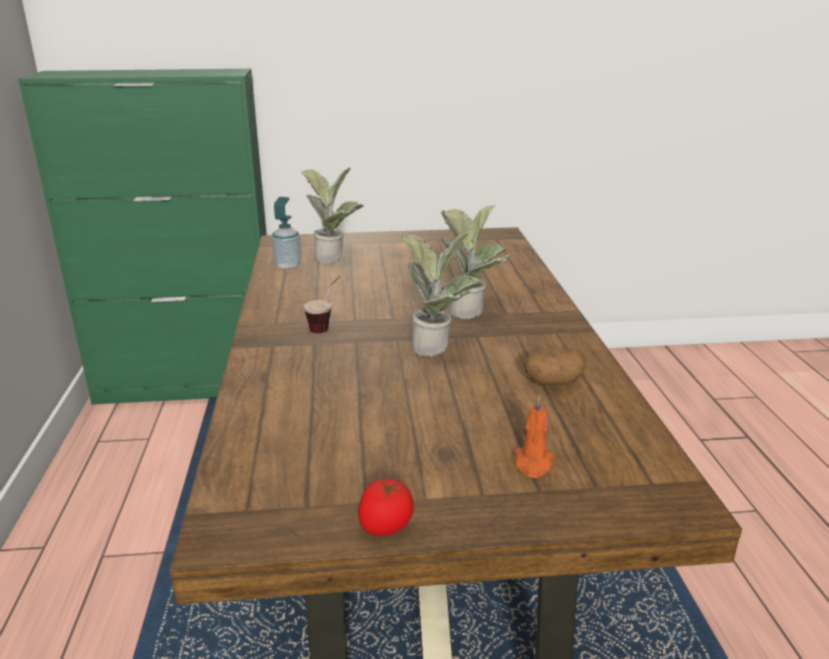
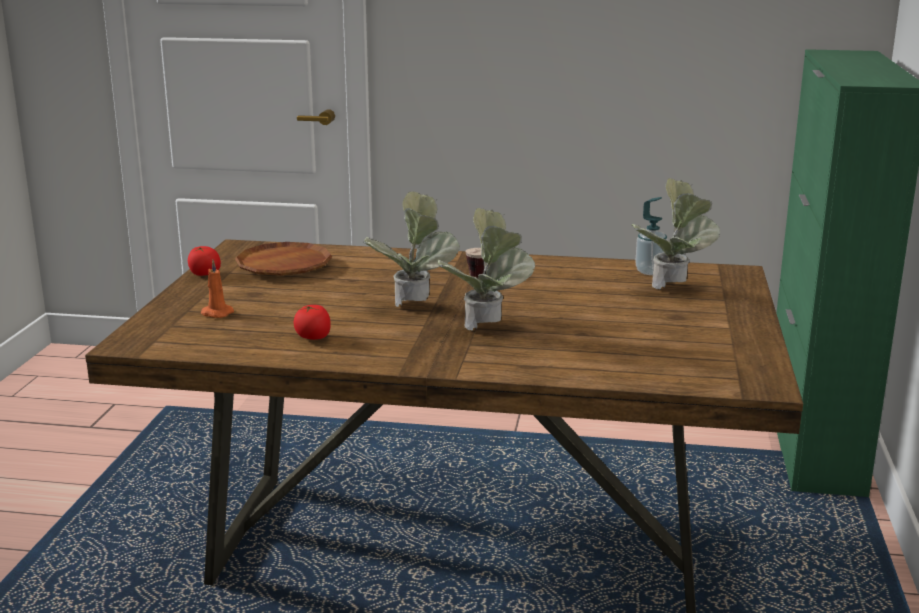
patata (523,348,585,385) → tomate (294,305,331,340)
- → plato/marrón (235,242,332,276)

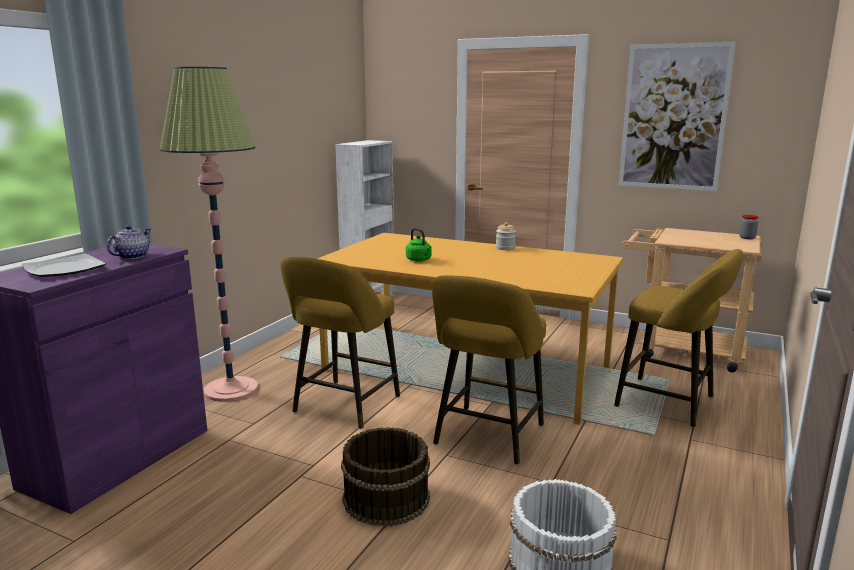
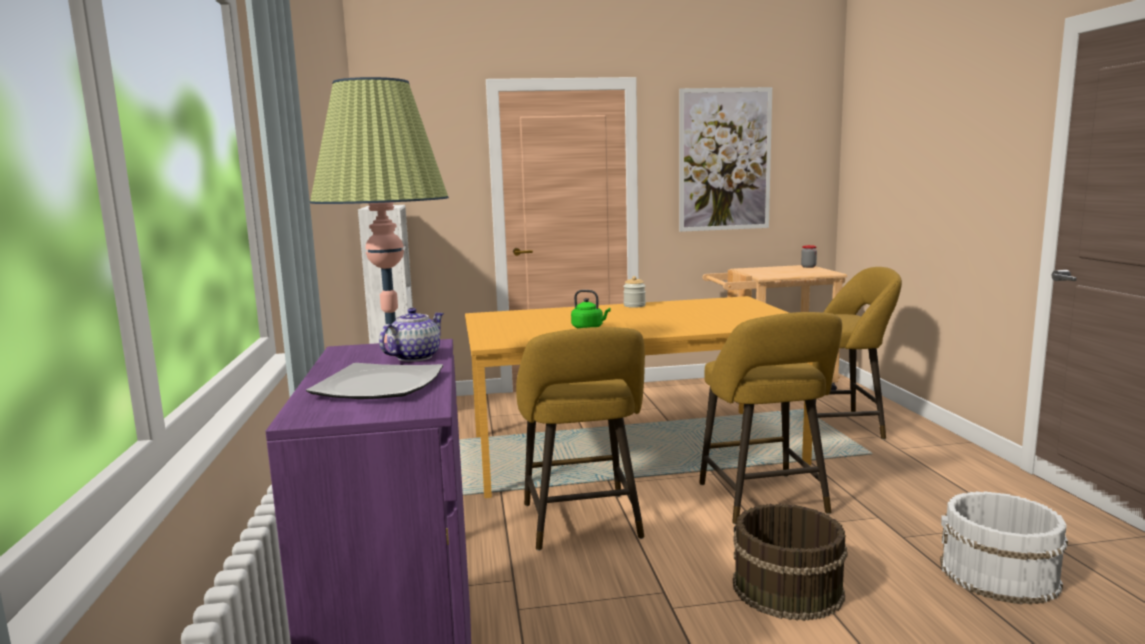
tetera (107,225,152,259) → tetera (379,308,444,362), 45 degrees clockwise

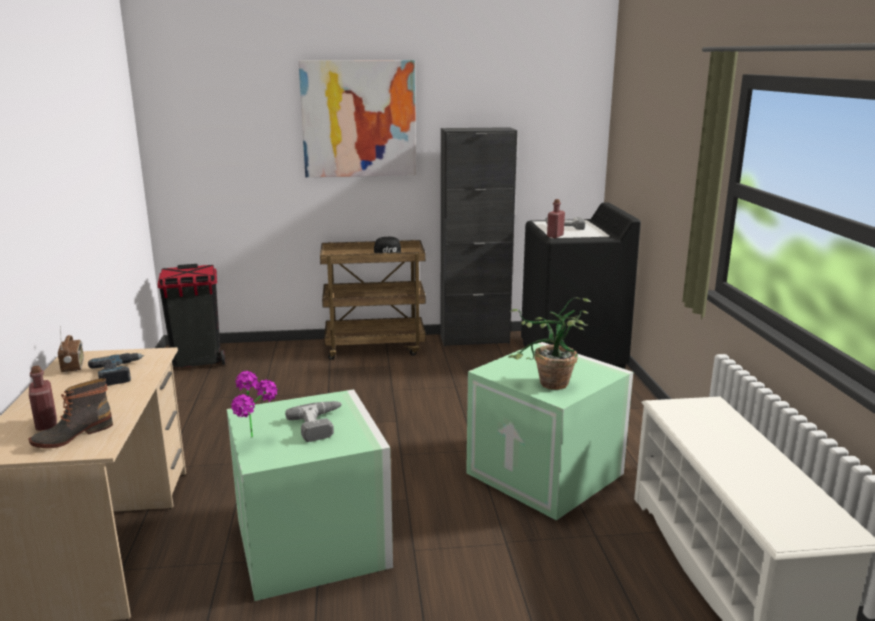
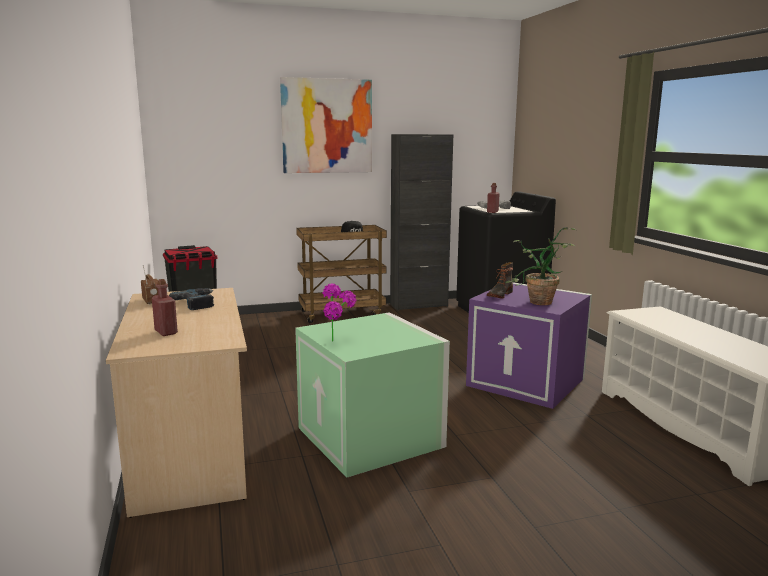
bota (29,378,113,448) → bota (487,262,513,299), moved
taladro (285,401,342,442) → -
caja de almacenaje/verde (466,342,633,521) → caja de almacenaje/morado (466,282,592,409)

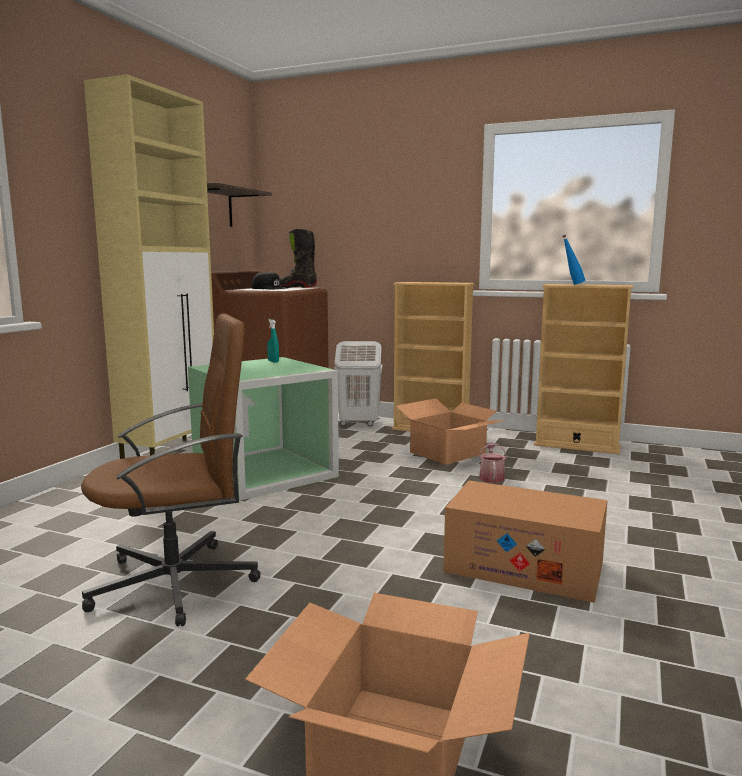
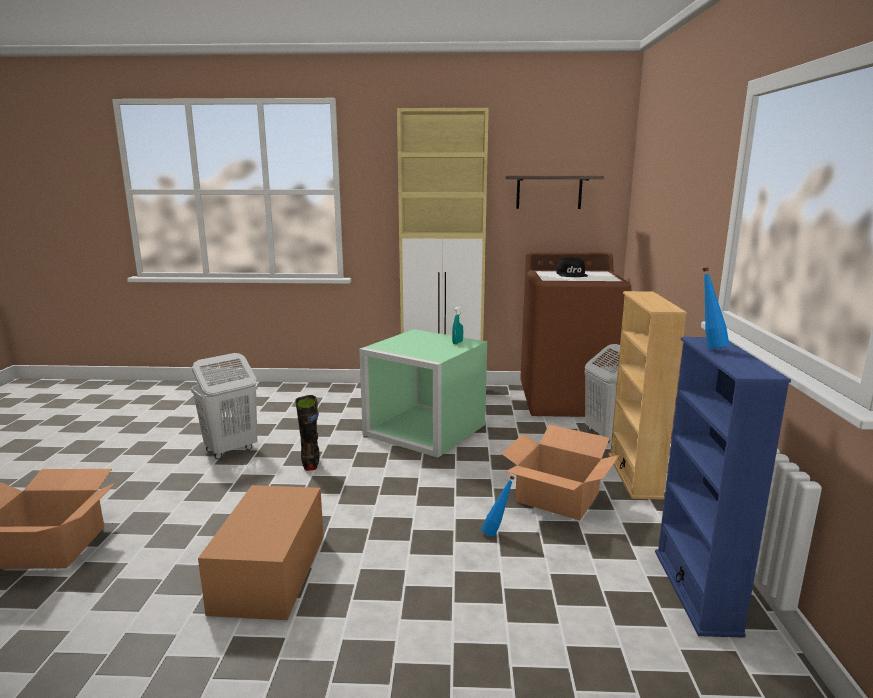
silla de oficina/marrón (81,314,261,626) → cesto de la ropa/blanco (191,353,258,459)
bota/negro (279,229,317,288) → bota/negro (295,395,320,471), moved
regadera (479,443,507,483) → botella/azul (481,475,515,536)
estantería/beis (534,284,633,454) → estantería/azul (655,337,791,638)

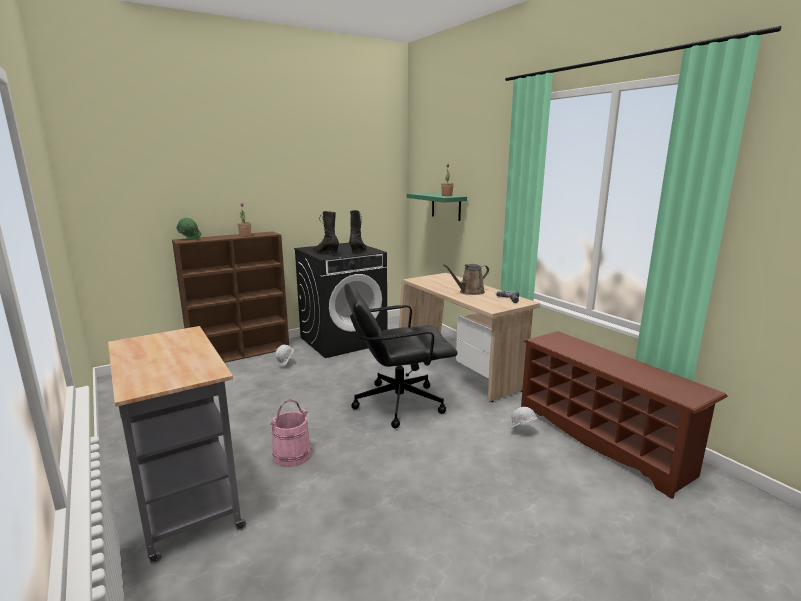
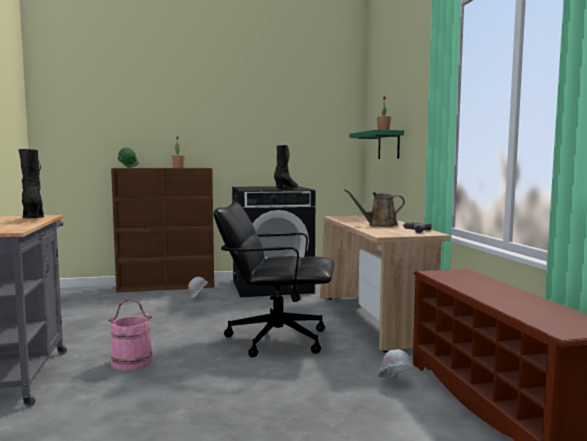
bota/negro (313,211,339,254) → bota/negro (19,149,44,219), moved

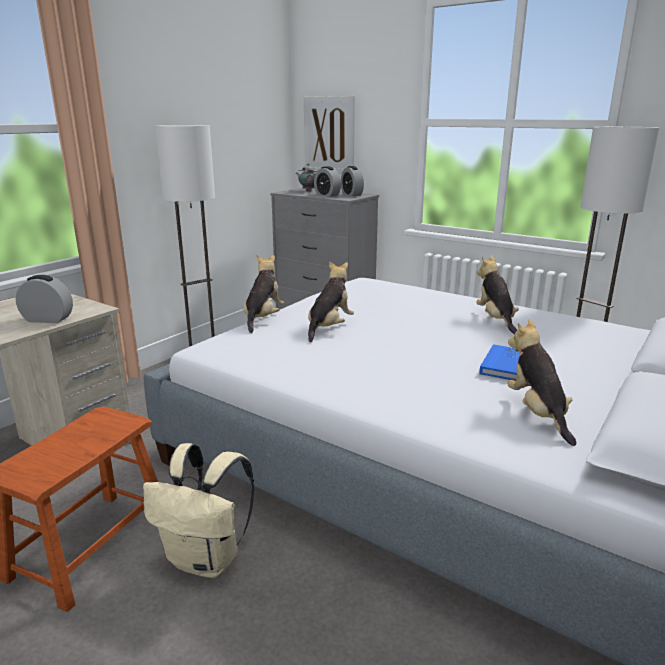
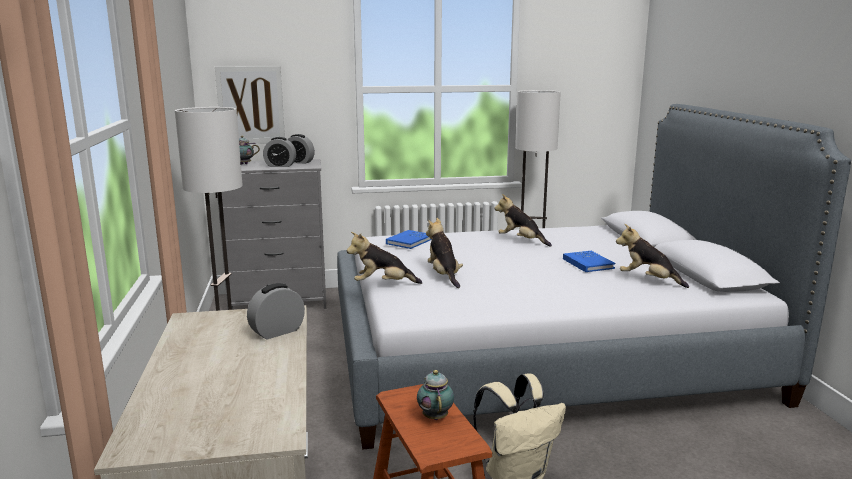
peluche (244,255,284,333) → peluche (347,232,422,284), 60 degrees counterclockwise
- → libro/azul (386,230,432,249)
- → tetera (417,370,454,420)

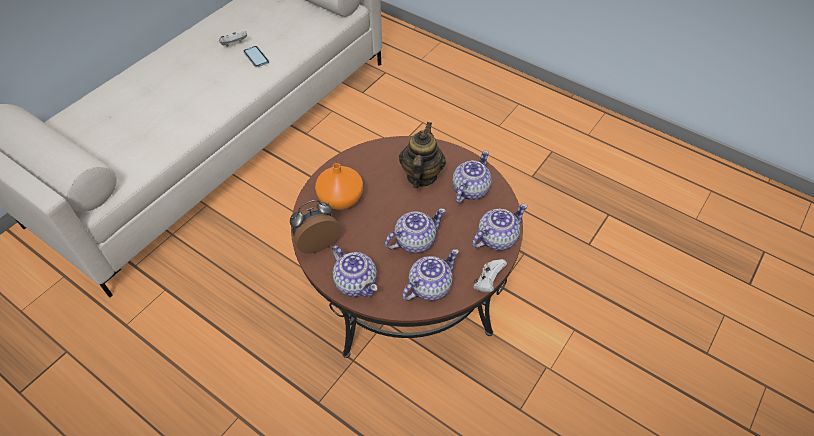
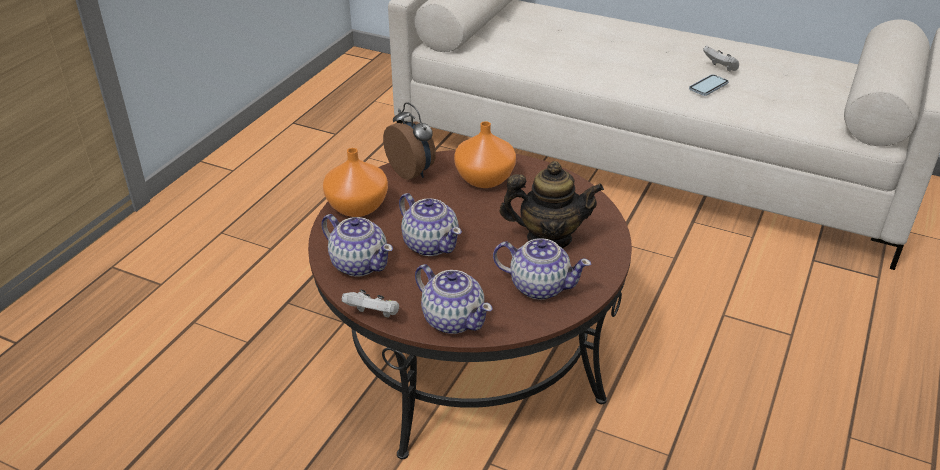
tetera (331,245,378,297) → florero/naranja (323,148,388,217)

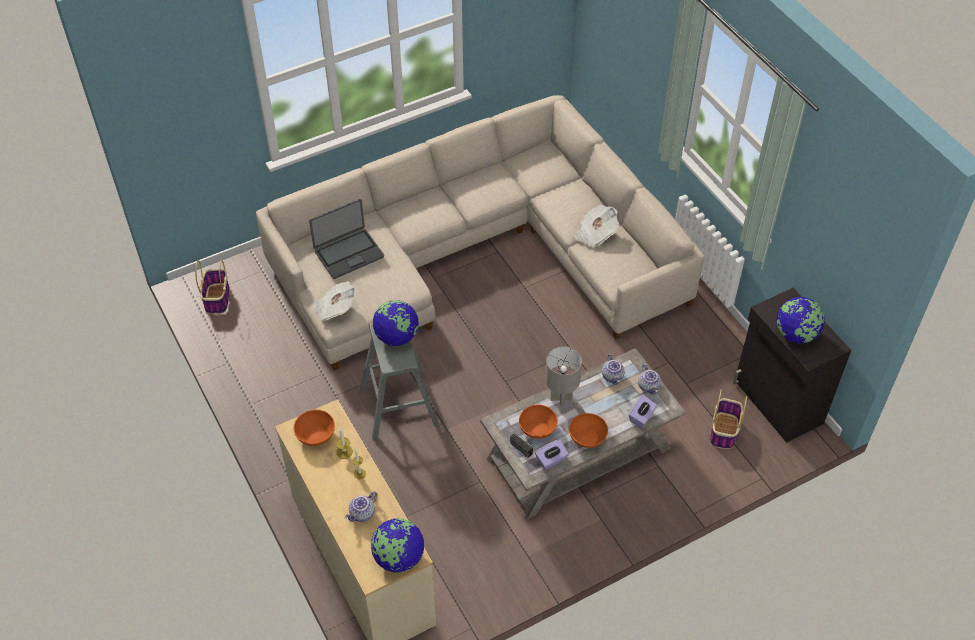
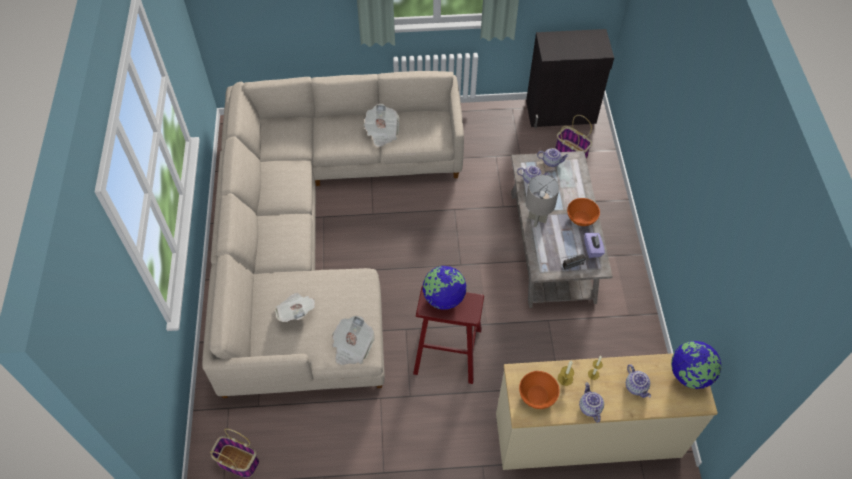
portátil (309,199,384,279) → periódico (275,292,315,322)
taburete/gris (360,322,439,441) → taburete/rojo (413,286,484,384)
cuenco/naranja (519,405,558,439) → -
caja de pañuelos/morado (629,395,657,428) → -
globo terráqueo (777,297,824,343) → -
- → tetera (579,382,604,423)

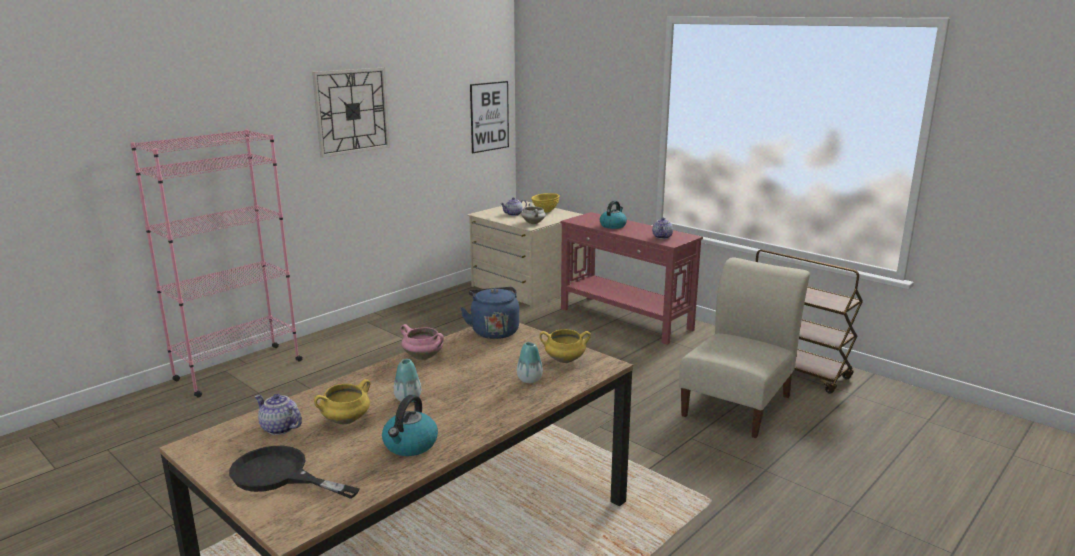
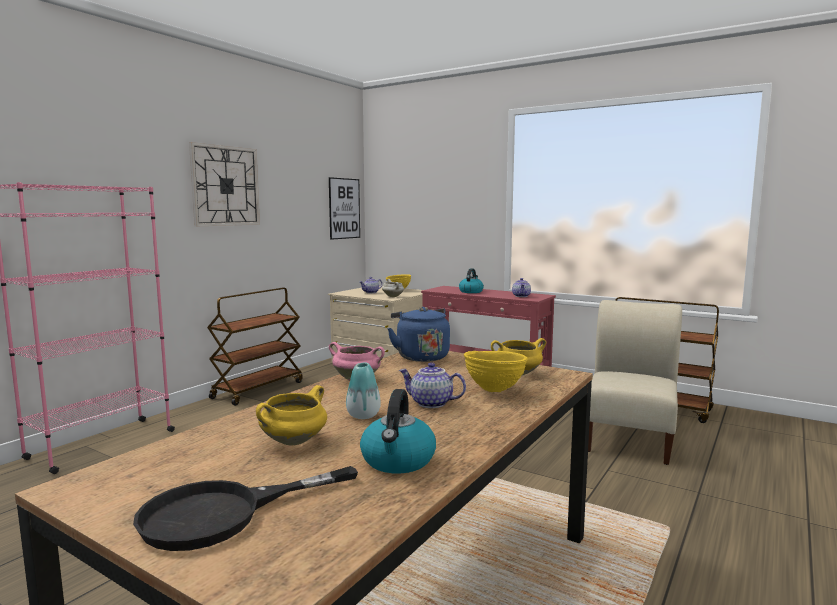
sartén/negro (229,446,360,499) → sartén/negro (133,466,358,551), 45 degrees counterclockwise
tetera (255,394,302,435) → tetera (399,363,466,408), moved
florero (517,342,543,383) → cuenco/amarillo (464,351,527,392)
- → carrito/marrón (207,287,303,406)

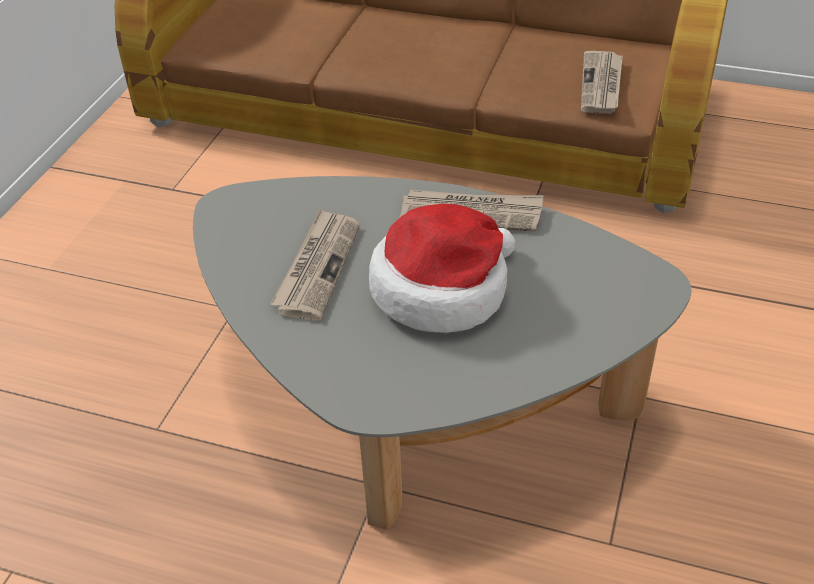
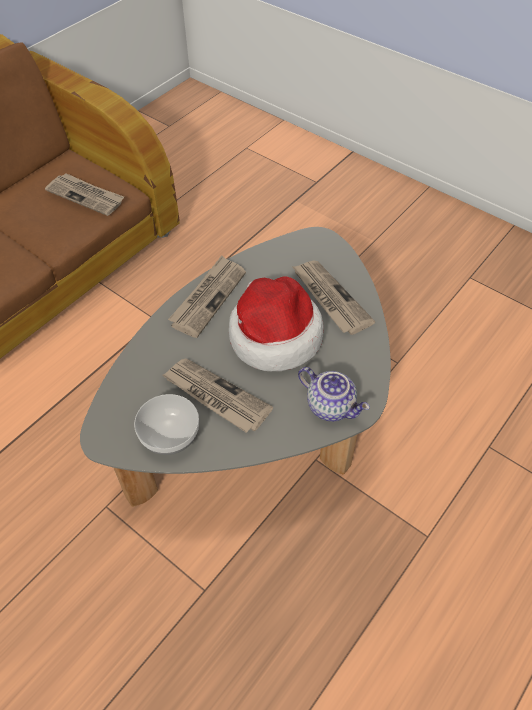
- → cuenco (134,394,199,455)
- → periódico (293,260,376,335)
- → tetera (298,367,370,421)

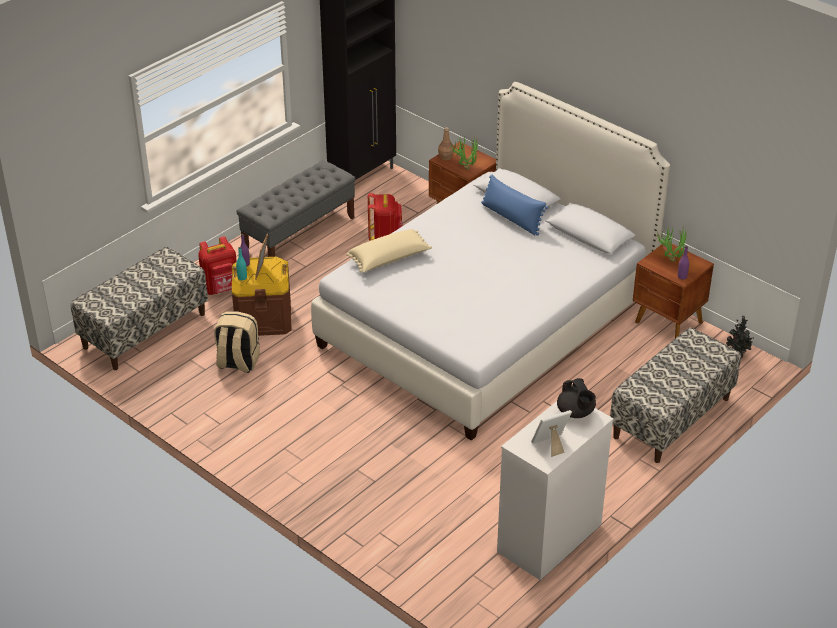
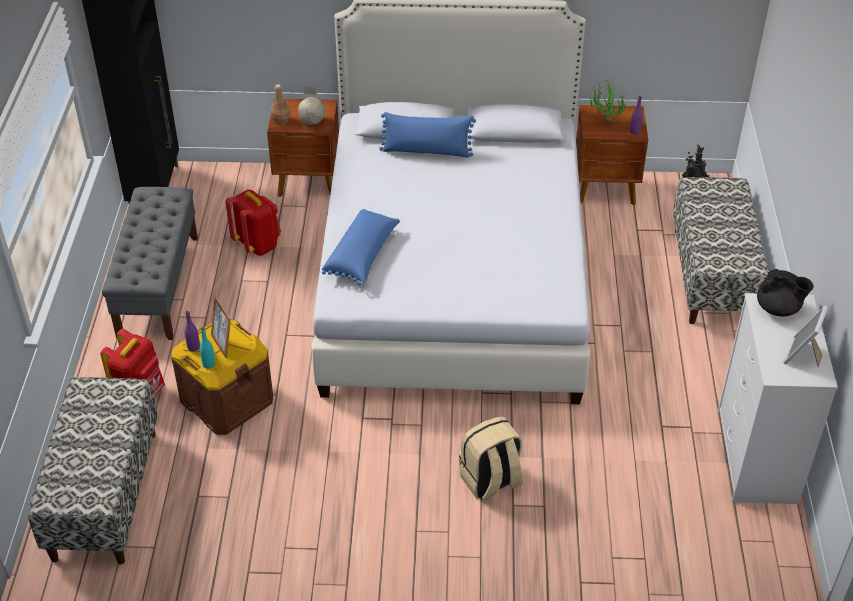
mochila/beis (214,311,260,373) → mochila/beis (459,417,523,501), moved
cojín/beis (346,229,432,272) → cojín/azul (322,209,400,285)
planta en maceta (451,137,478,170) → globo terráqueo (298,86,325,125)

